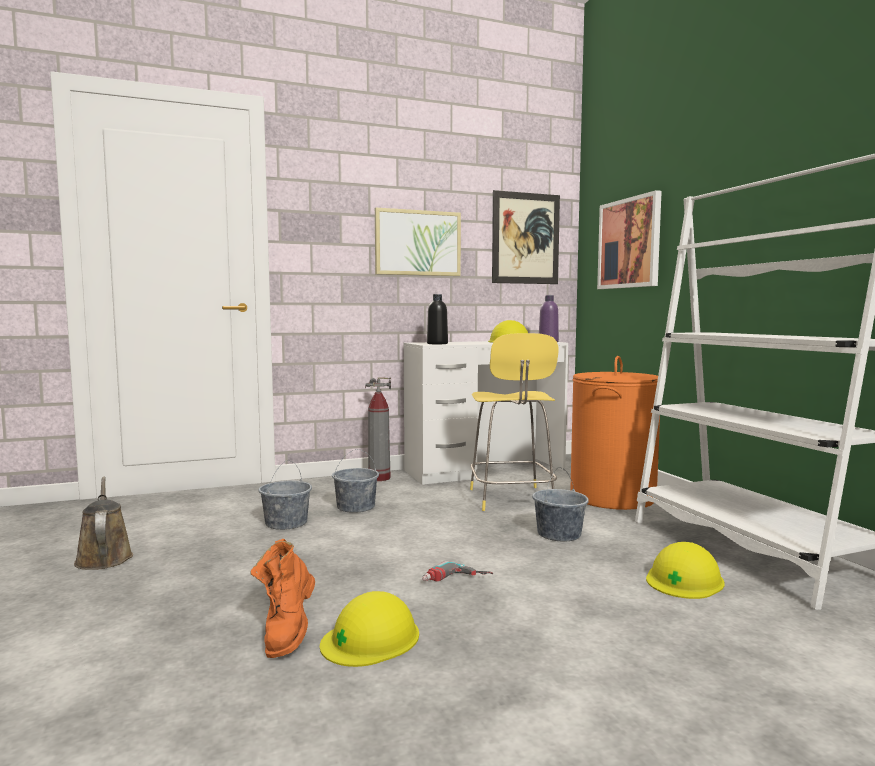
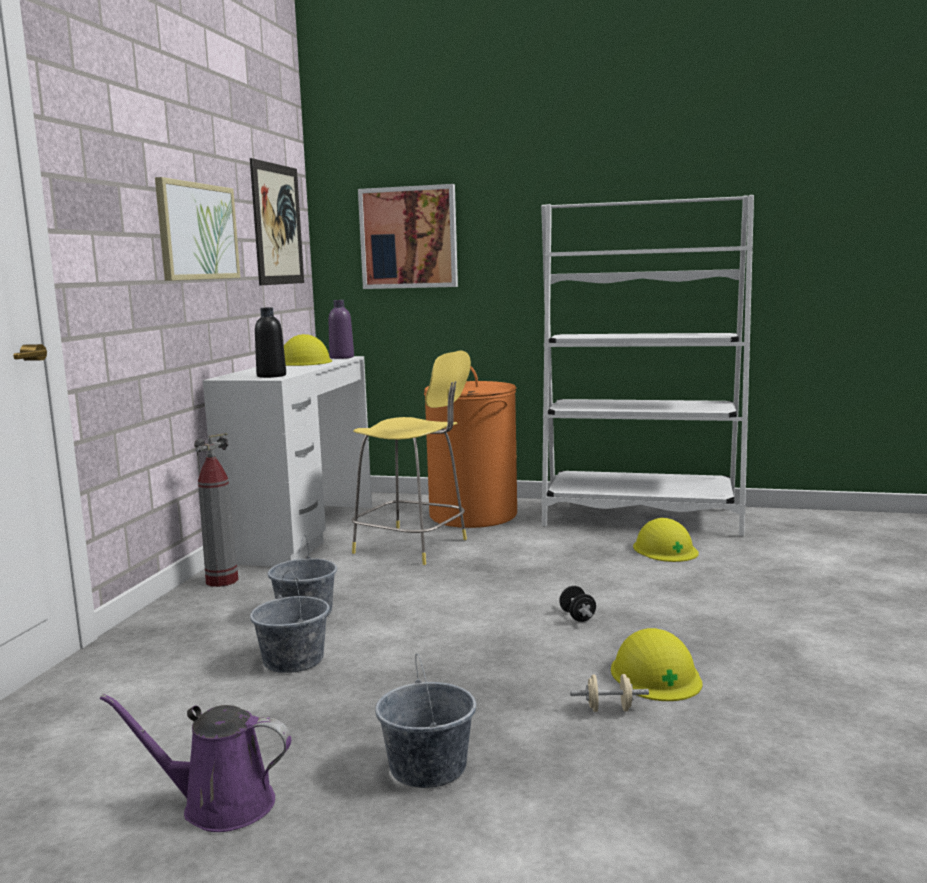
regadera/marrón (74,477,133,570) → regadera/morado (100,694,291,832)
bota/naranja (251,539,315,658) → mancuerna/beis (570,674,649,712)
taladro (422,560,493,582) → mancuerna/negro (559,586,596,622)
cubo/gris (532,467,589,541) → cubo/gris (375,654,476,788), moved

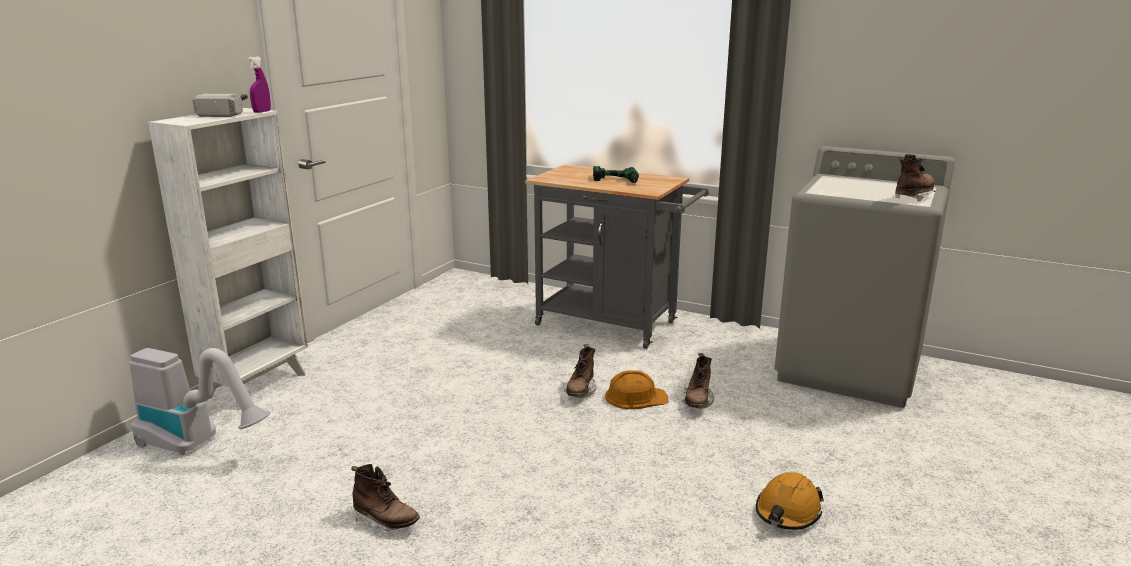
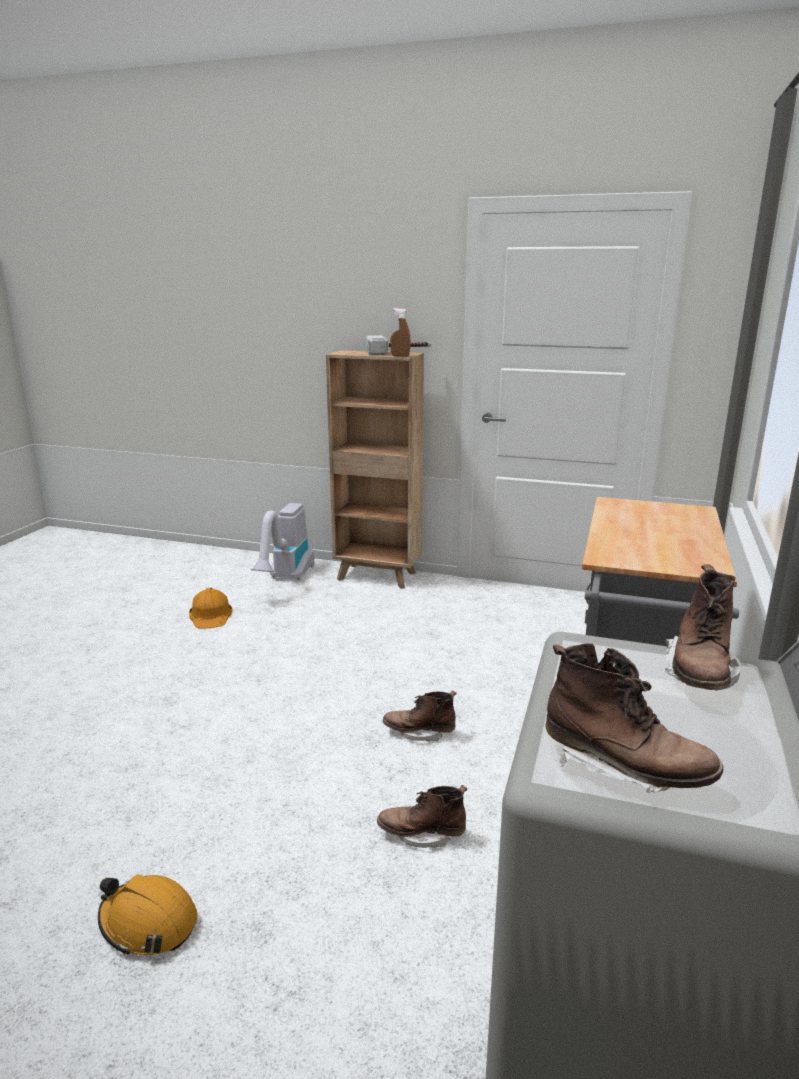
estantería/blanco (148,108,308,410) → estantería/marrón (326,350,424,589)
pulverizador/morado (247,56,271,113) → pulverizador/marrón (390,308,410,357)
bota/marrón (351,464,420,531) → bota/marrón (665,564,741,691), moved
taladro (593,166,639,183) → -
casco/naranja (605,370,668,409) → casco/naranja (189,588,232,629), moved

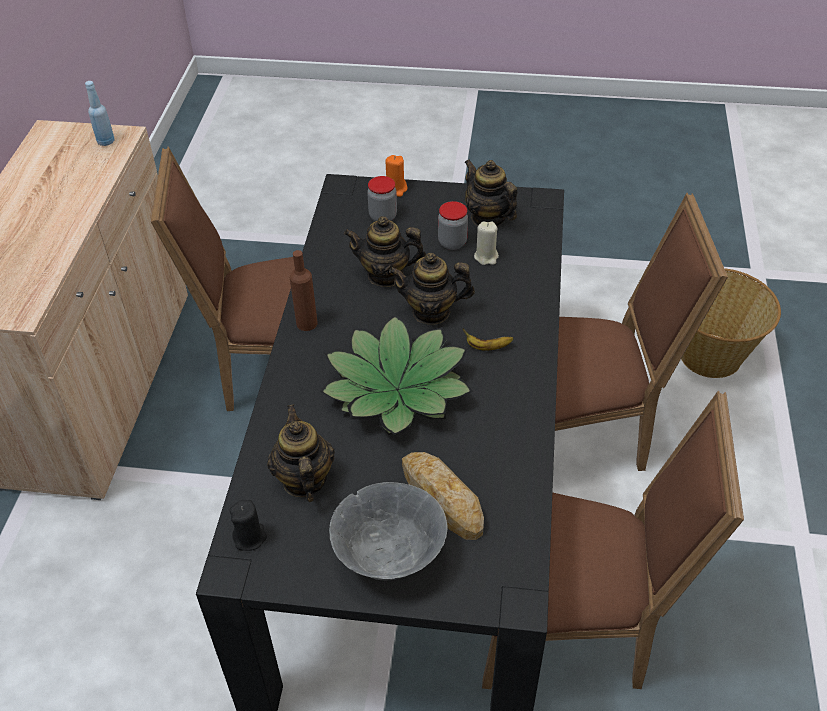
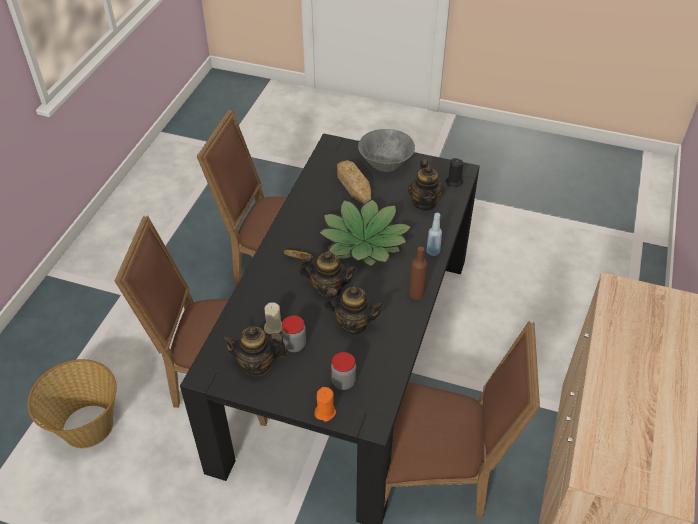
botella/azul (85,81,115,146) → botella/azul (426,213,442,256), moved
tetera (464,160,517,227) → tetera (221,327,289,376), 120 degrees clockwise

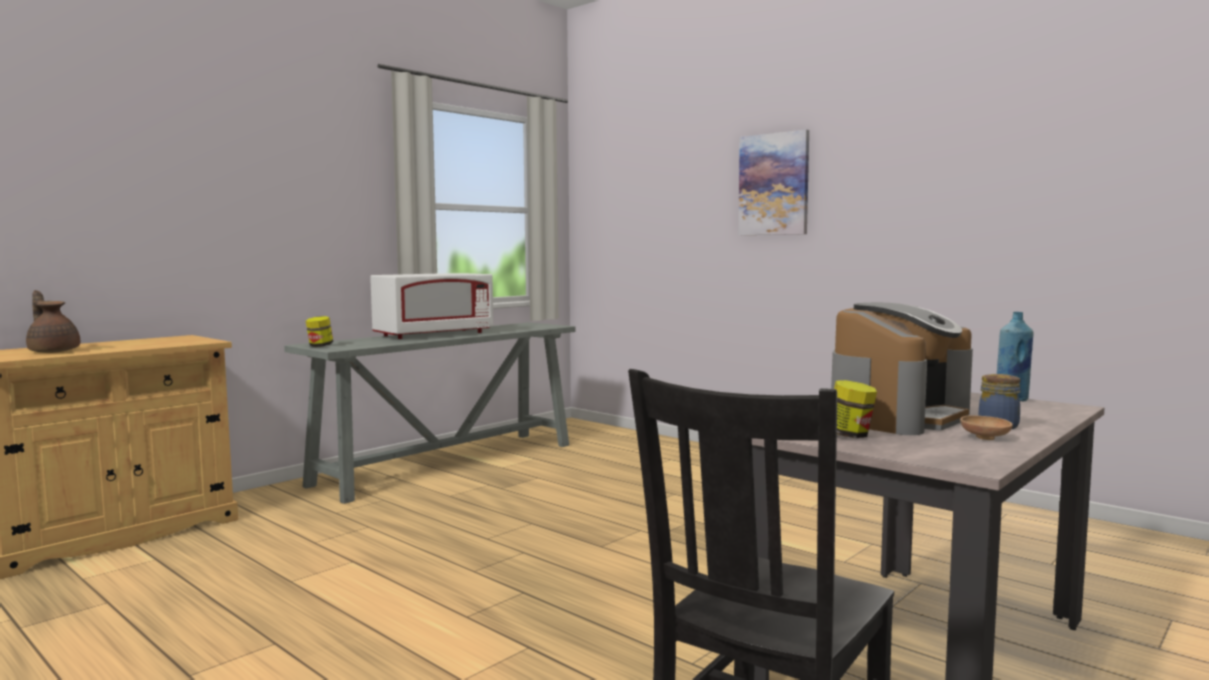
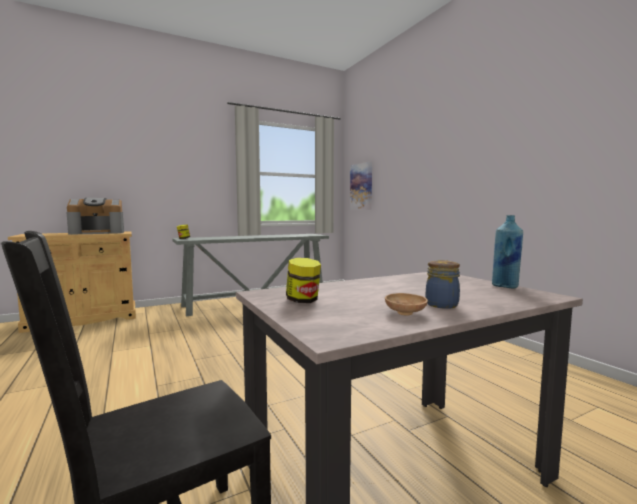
tetera/marrón (26,290,80,353) → -
microondas/blanco (370,273,493,339) → -
cuadro (738,130,809,235) → cuadro (350,161,372,210), moved
cafetera (831,303,973,435) → cafetera (66,198,124,235), moved

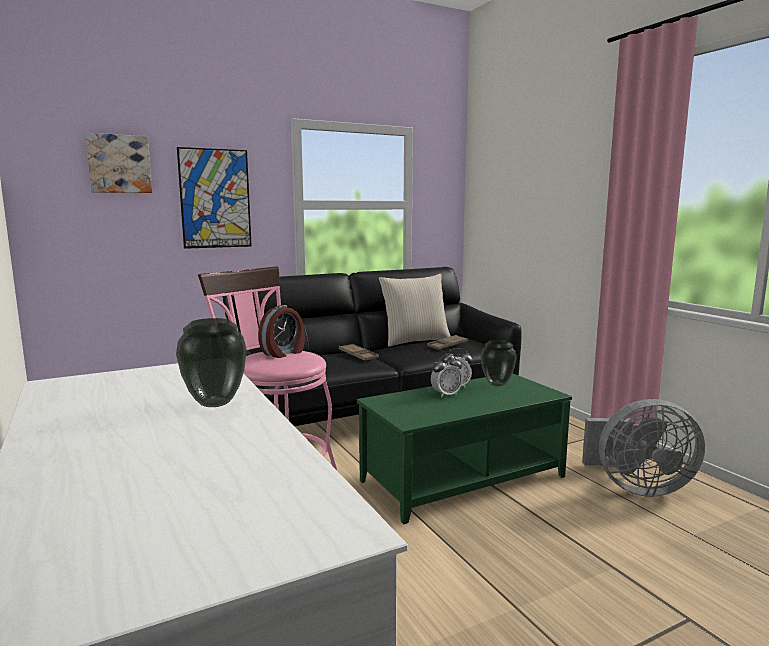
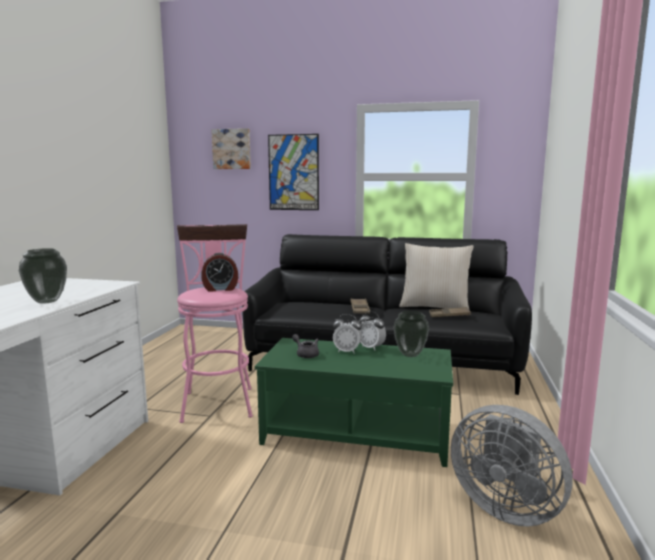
- → tetera/gris (292,334,319,358)

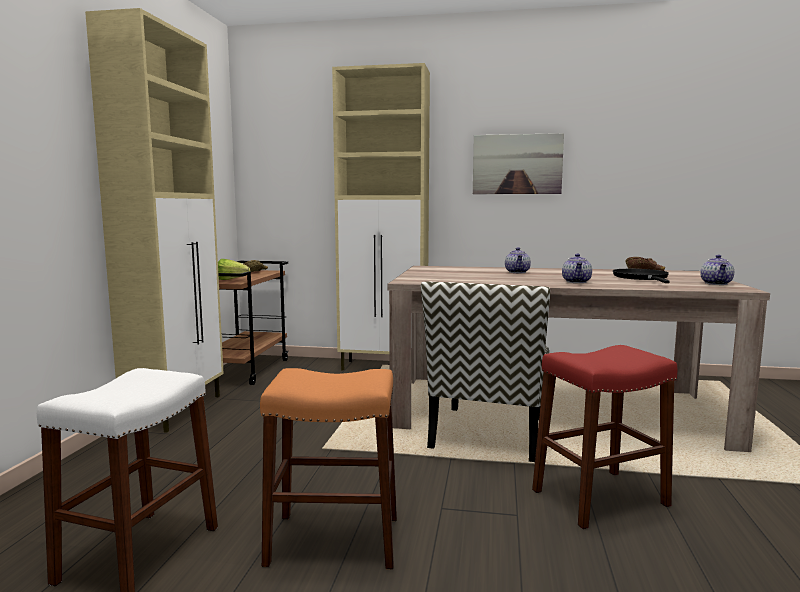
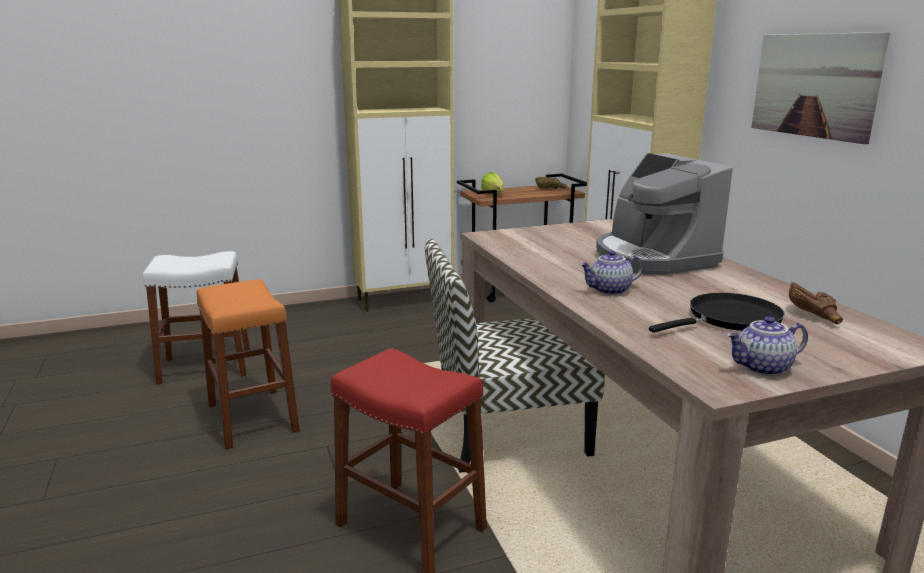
tetera (505,247,531,273) → cafetera (596,153,733,275)

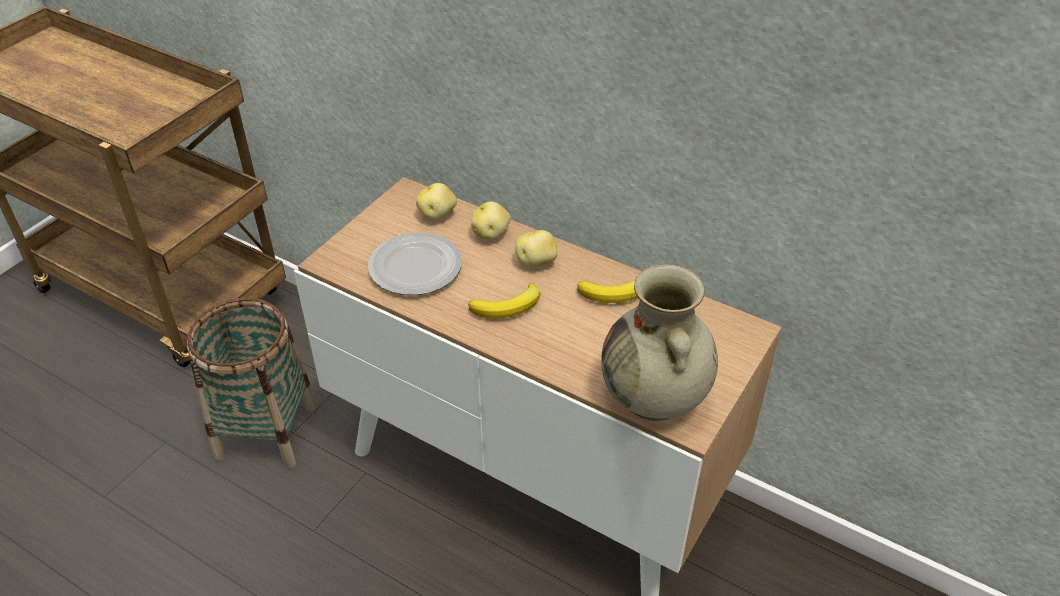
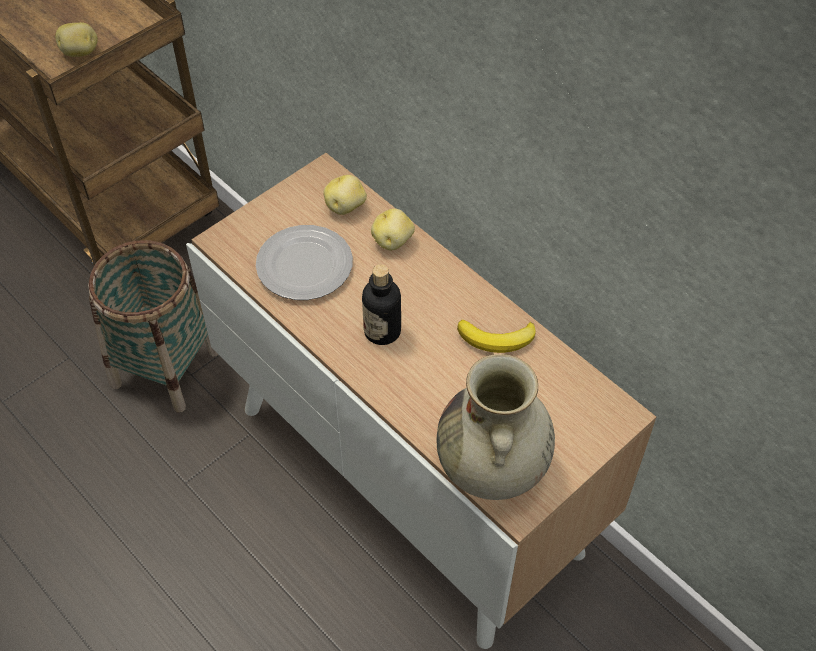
plátano (468,283,540,319) → botella (362,264,401,345)
patata (515,230,558,268) → patata (55,22,98,57), moved

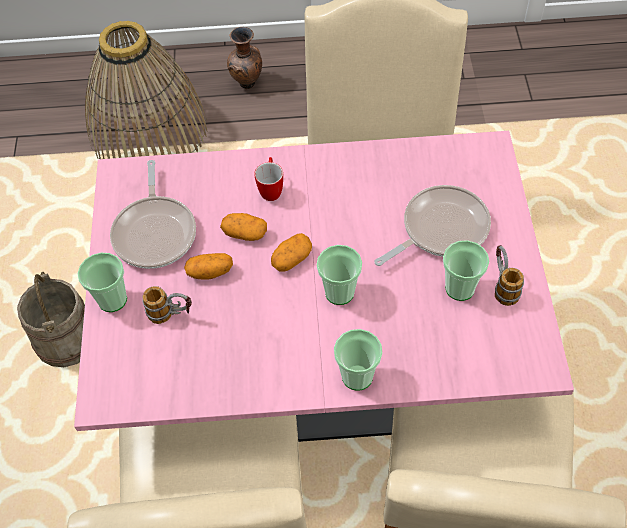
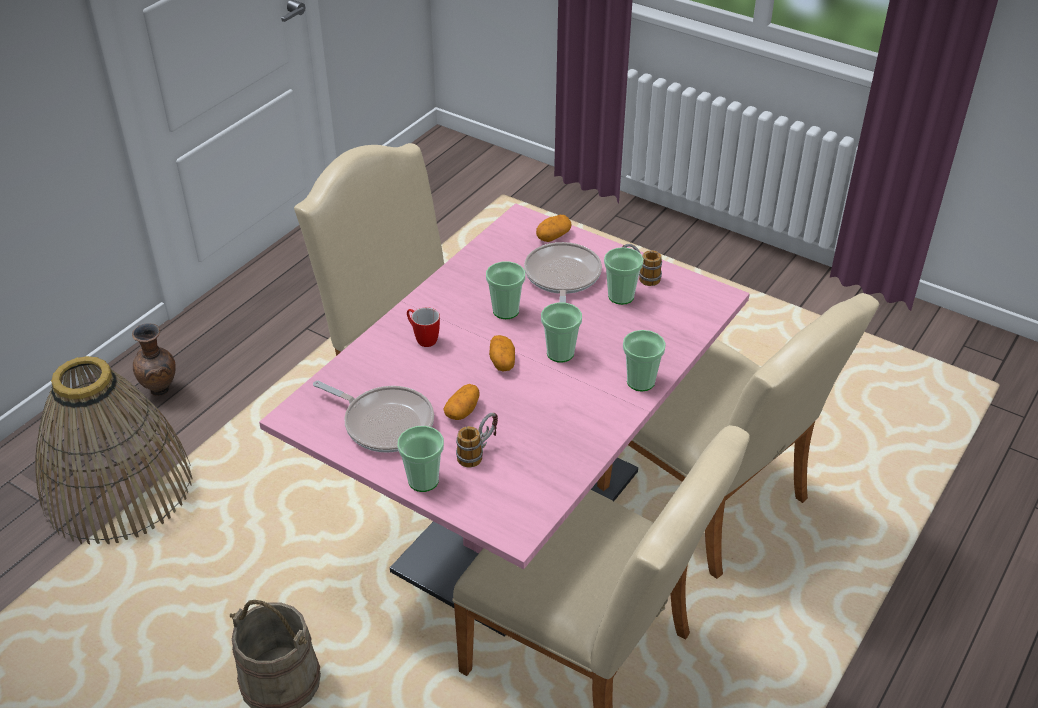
patata (220,213,267,241) → patata (536,215,571,242), moved
- → taza (486,262,525,319)

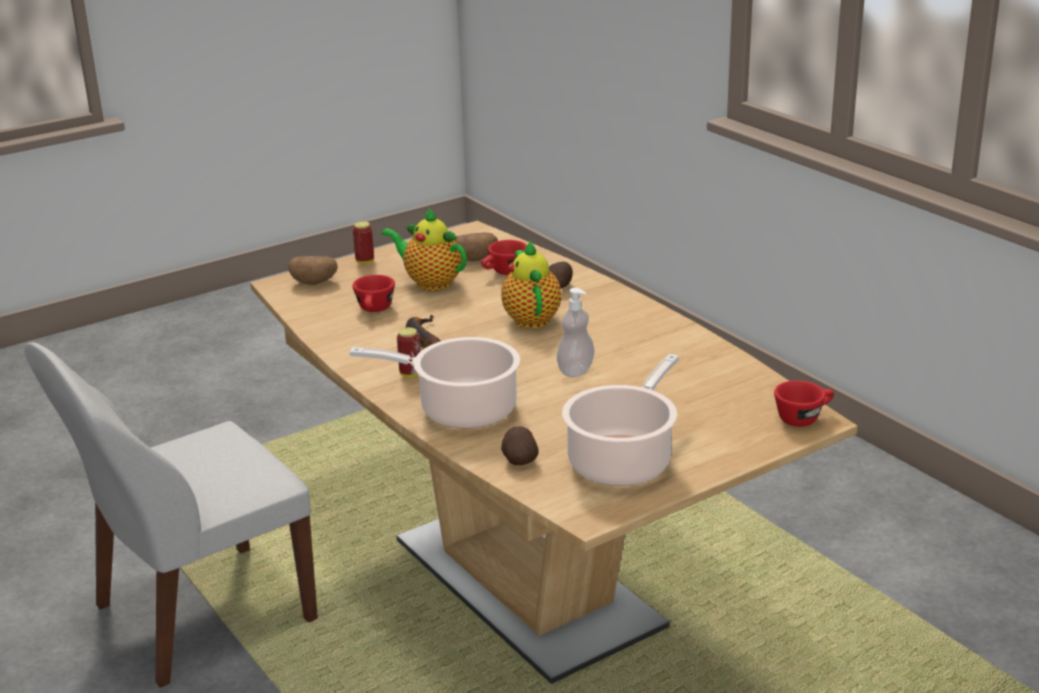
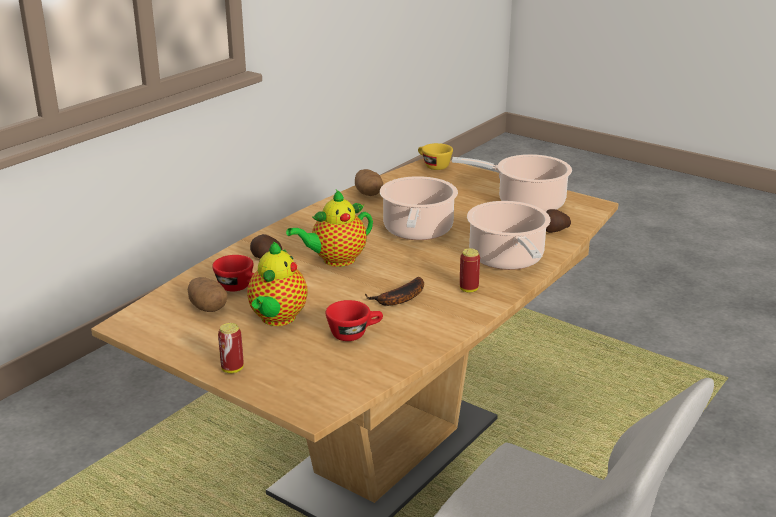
patata (288,256,338,285) → patata (355,169,383,196), moved
dispensador de jabón (556,288,595,377) → olla (380,176,458,240)
taza/rojo (774,380,834,427) → taza/amarillo (418,143,453,170)

